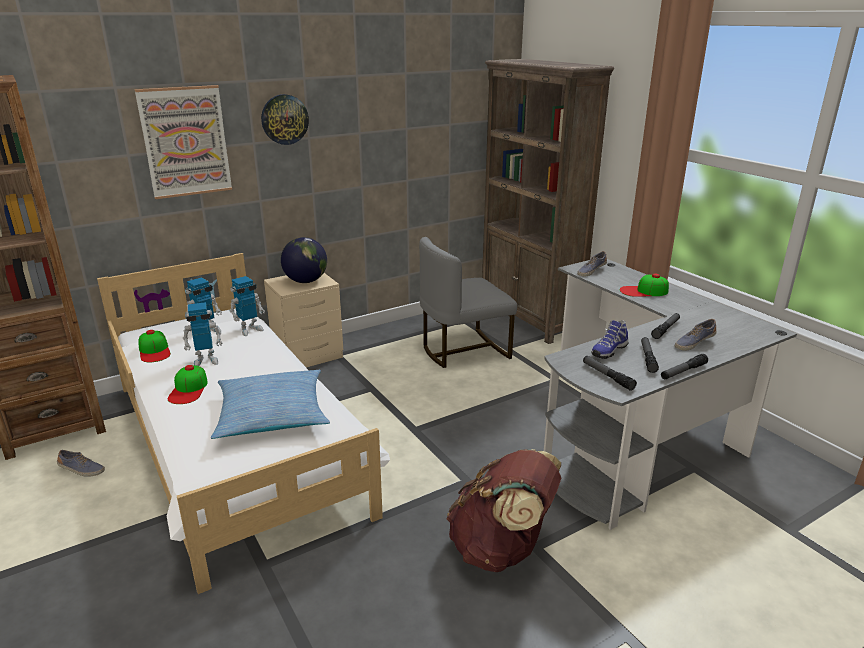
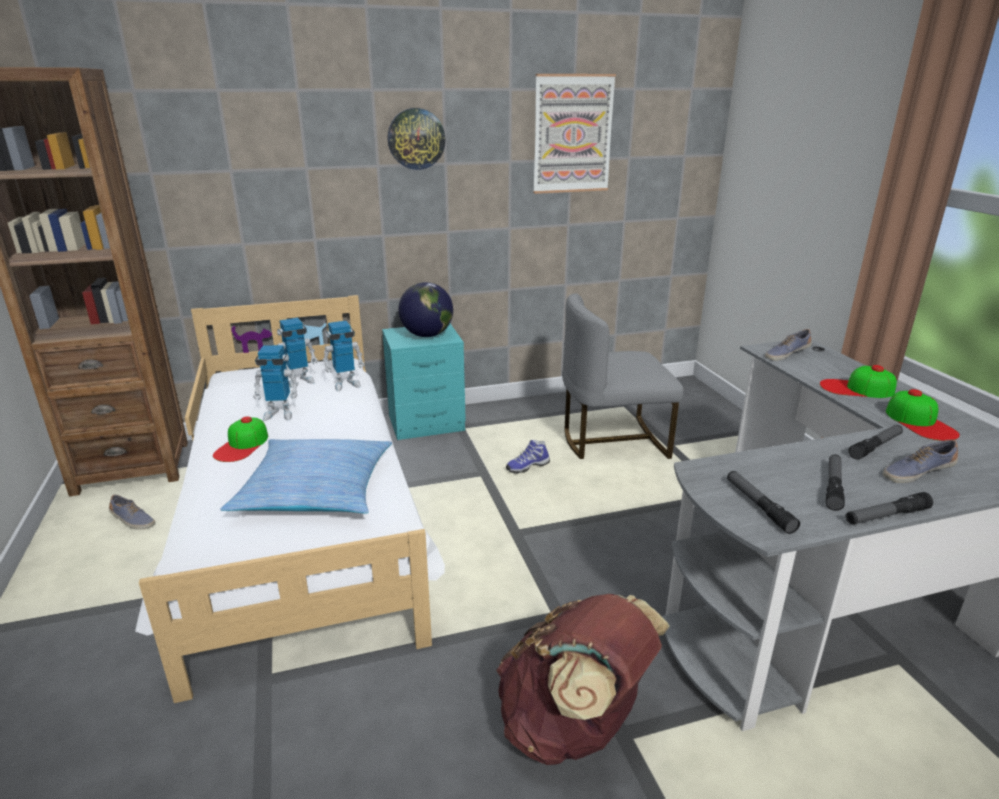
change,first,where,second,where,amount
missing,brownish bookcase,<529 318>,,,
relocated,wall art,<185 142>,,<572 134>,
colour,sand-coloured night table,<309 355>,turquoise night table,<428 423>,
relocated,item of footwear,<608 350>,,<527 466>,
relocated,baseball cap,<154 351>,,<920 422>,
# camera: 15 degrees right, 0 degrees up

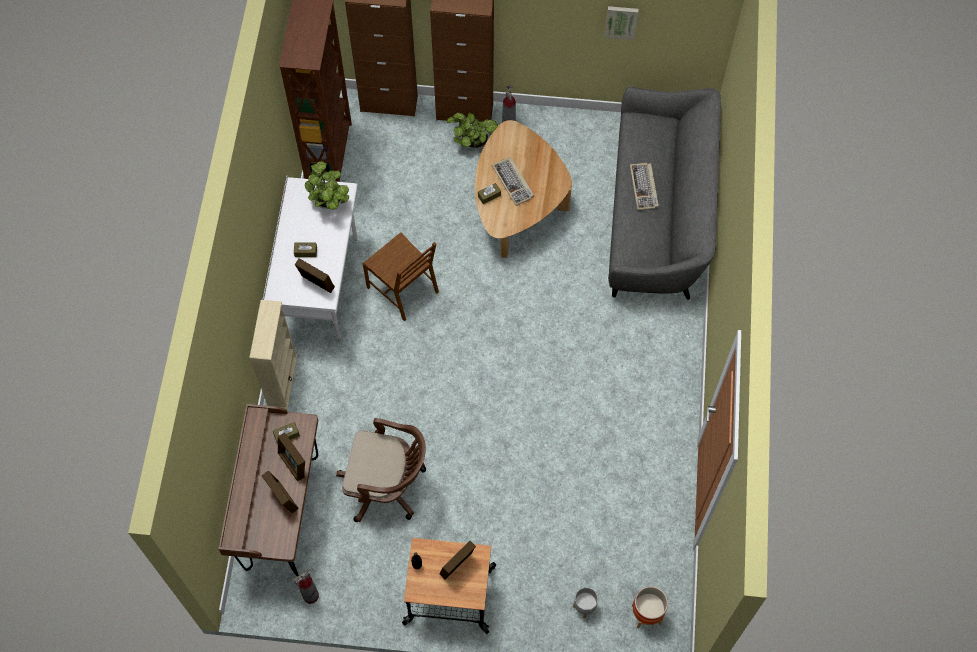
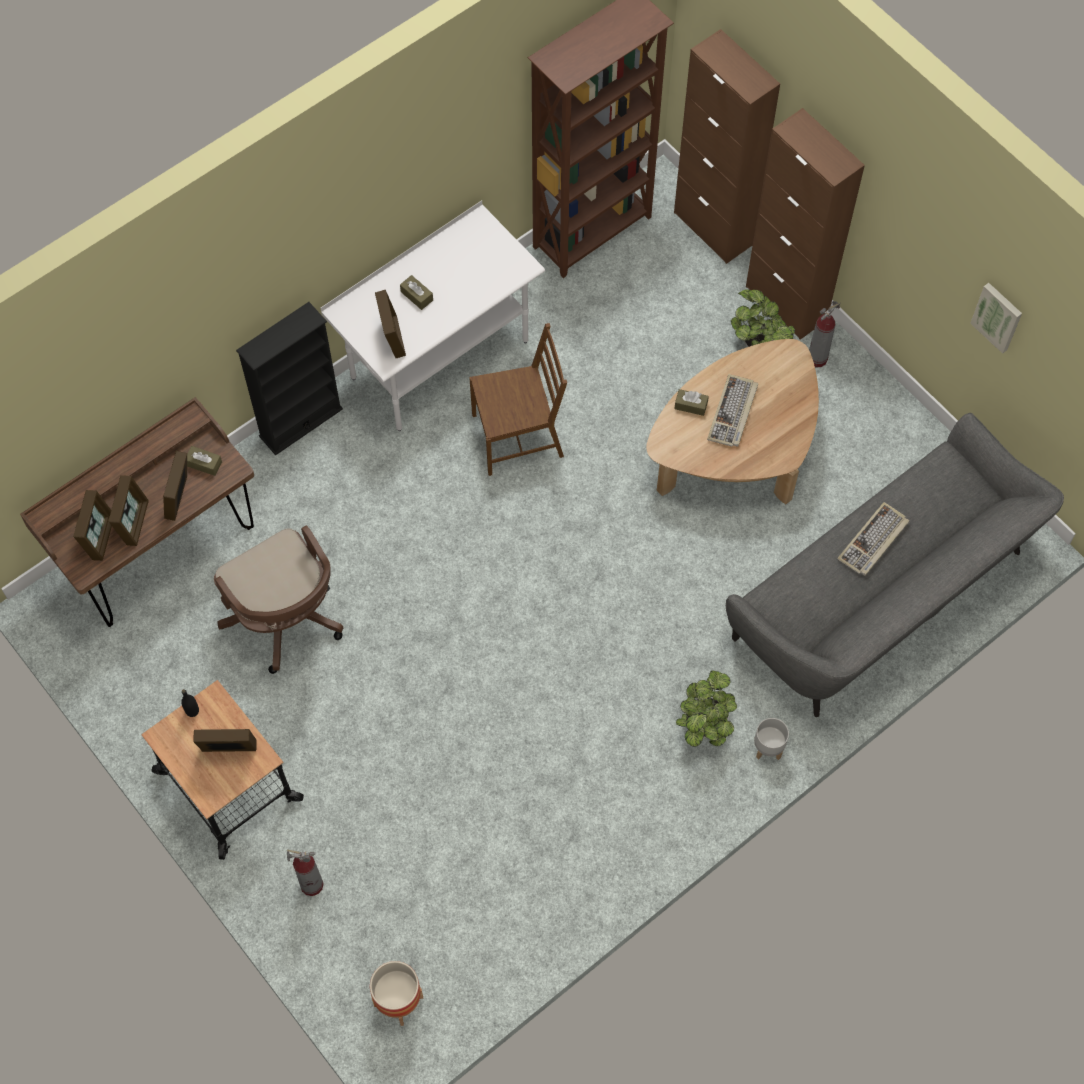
change,first,where,second,where,amount
relocated,plant in a pot,<329 203>,,<704 726>,
spun,brownish chair,<404 289>,,<518 436>,105 degrees counterclockwise
colour,sand-coloured bookcase,<282 380>,blackish bookcase,<300 422>,
relocated,extinguisher,<311 595>,,<312 885>,
relocated,grey plant pot,<584 607>,,<767 748>,
appeared,,,photo frame,<100 537>,
# camera: 45 degrees right, 0 degrees up

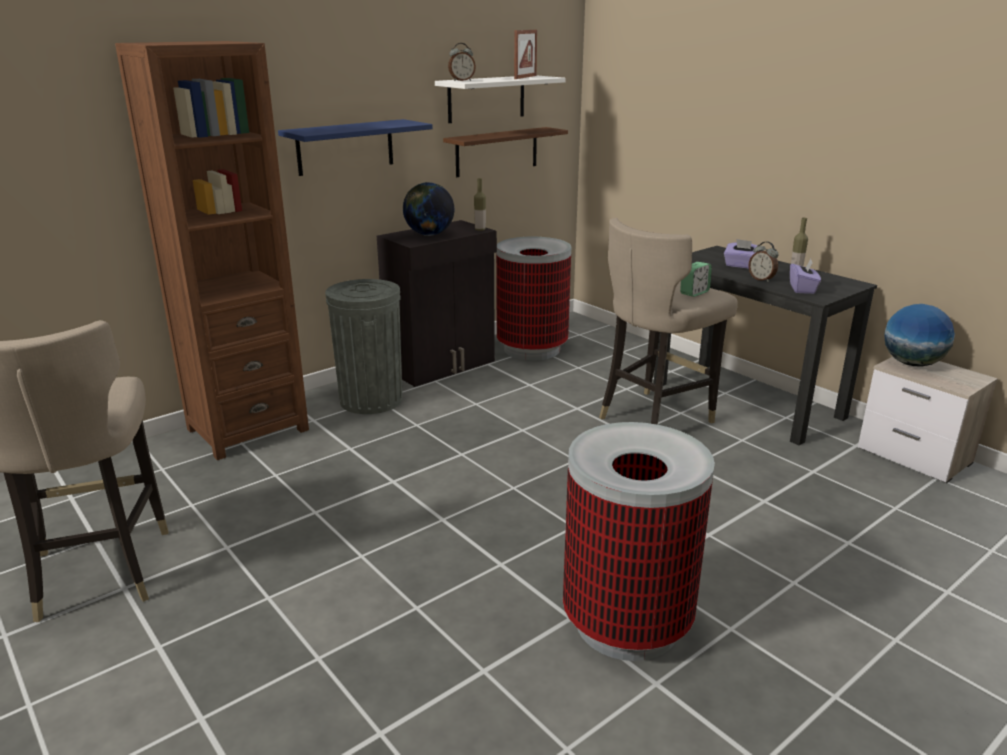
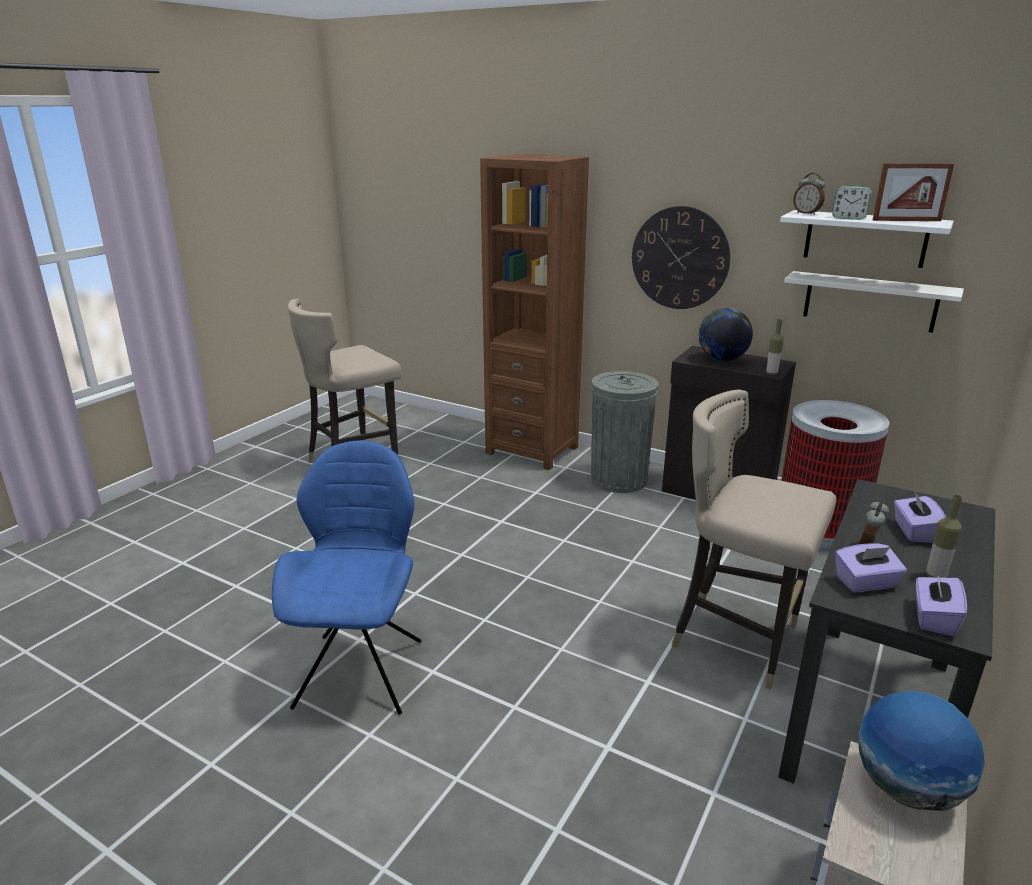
change,first,where,second,where,amount
exchanged,blue shelf,<345 147>,hanging clock,<680 258>,
colour,brownish shelf,<497 151>,white shelf,<870 301>,
relocated,bedside clock,<694 293>,,<848 218>,
exchanged,rubbish bin,<626 622>,blue chair,<361 669>,
appeared,,,purplish tissue holder,<933 618>,
# camera: 70 degrees right, 0 degrees up

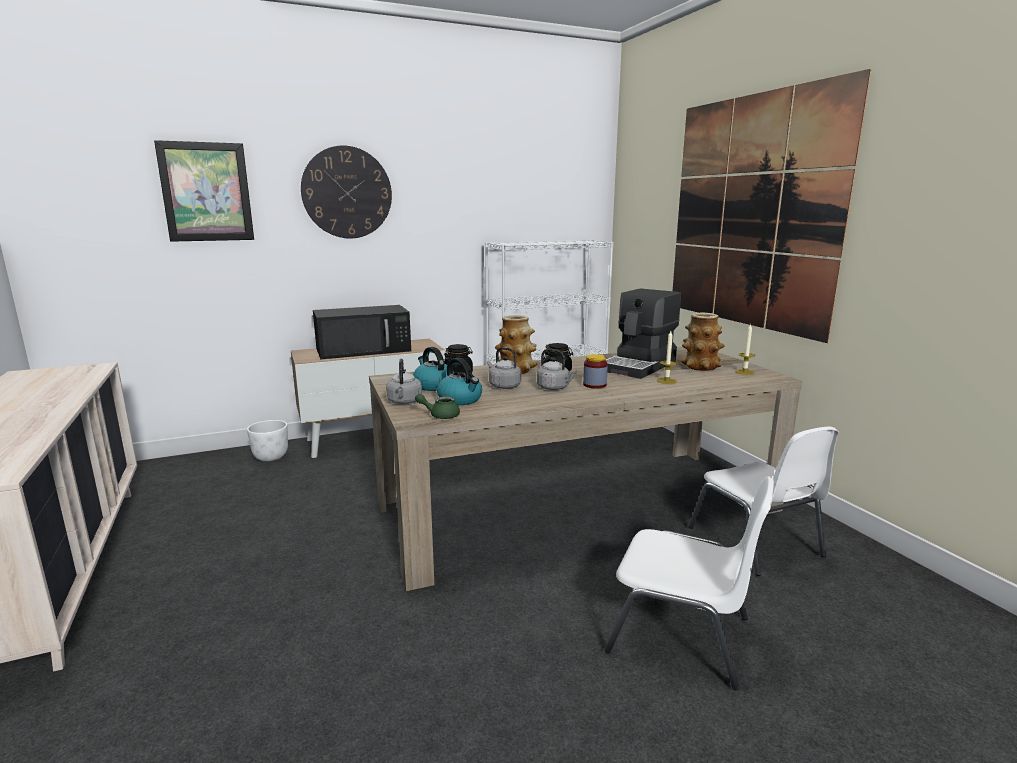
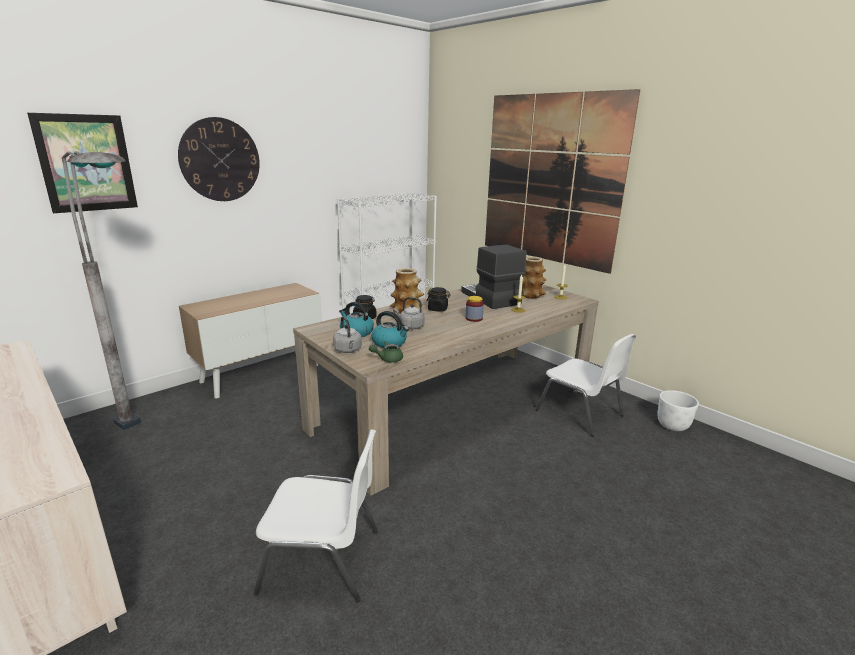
change,first,where,second,where,amount
spun,coffee machine,<639 366>,,<490 298>,135 degrees clockwise
missing,blackish kitchen microwave,<365 350>,,,
missing,grey water kettle,<554 388>,,,
relocated,white plant pot,<271 457>,,<672 425>,
relocated,white chair,<682 635>,,<323 560>,
appeared,,,grey standard lamp,<148 436>,
# camera: 20 degrees left, 5 degrees up

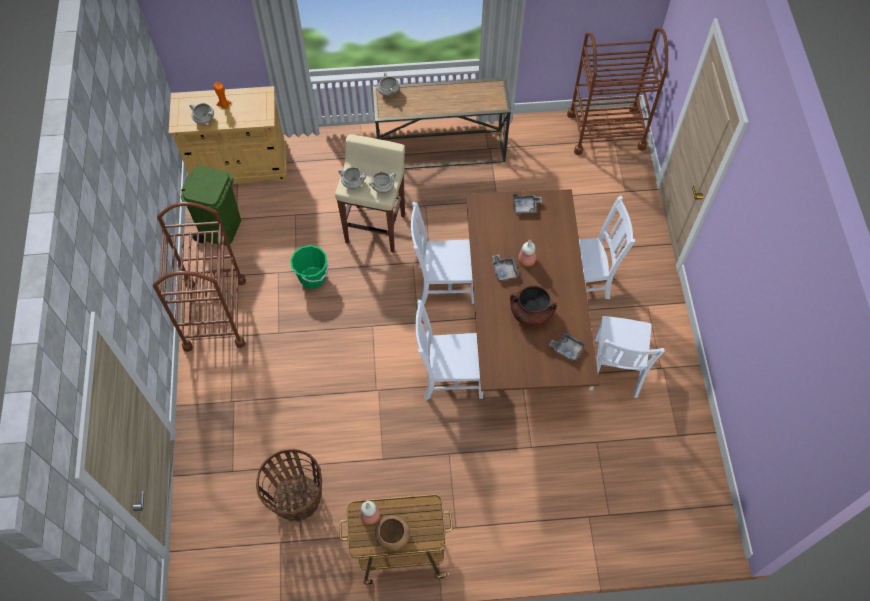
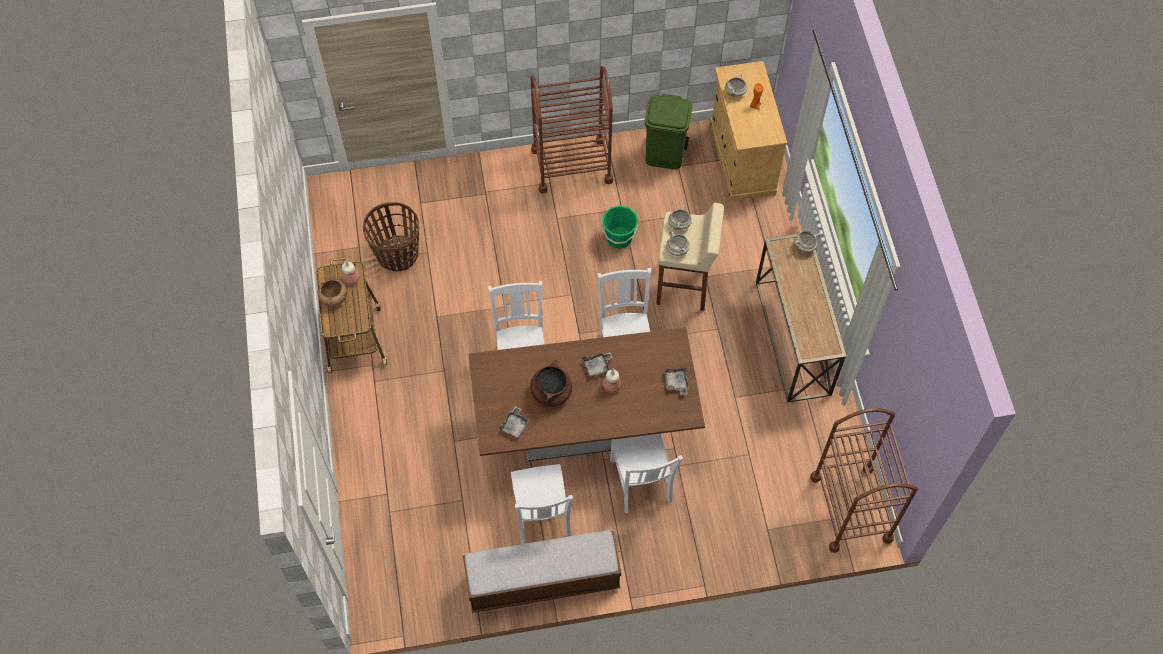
change,first,where,second,where,amount
spun,white chair,<615 370>,,<541 517>,105 degrees counterclockwise
appeared,,,long seat,<542 581>,
# camera: 85 degrees right, 0 degrees up

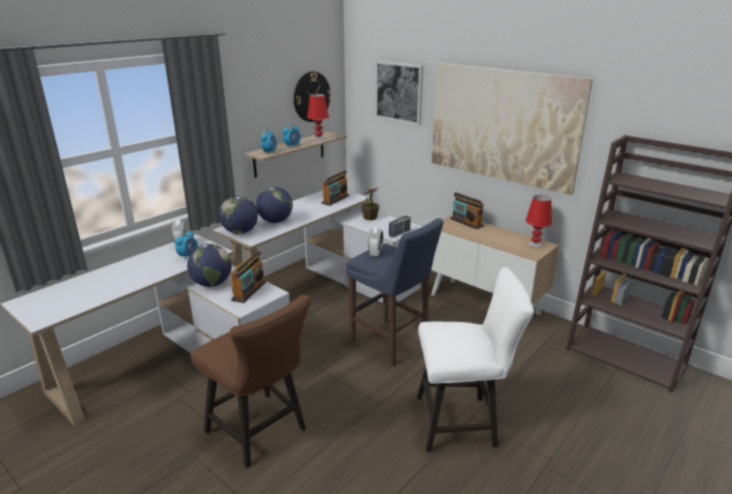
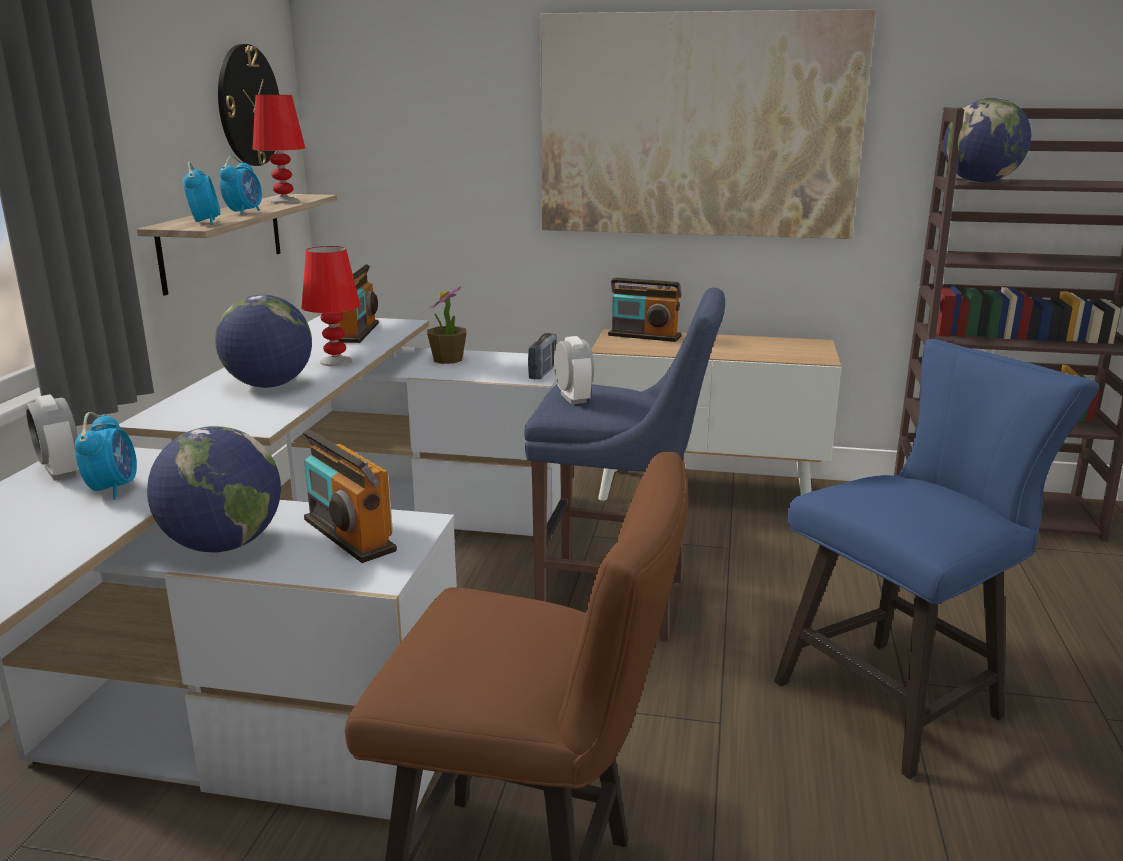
change,first,where,second,where,amount
missing,wall art,<399 92>,,,
relocated,red table lamp,<535 244>,,<335 361>,
relocated,world globe,<240 232>,,<980 182>,
spun,radio receiver,<249 291>,,<348 535>,150 degrees clockwise
colour,white chair,<462 422>,blue chair,<900 697>,
# camera: 30 degrees left, 5 degrees down

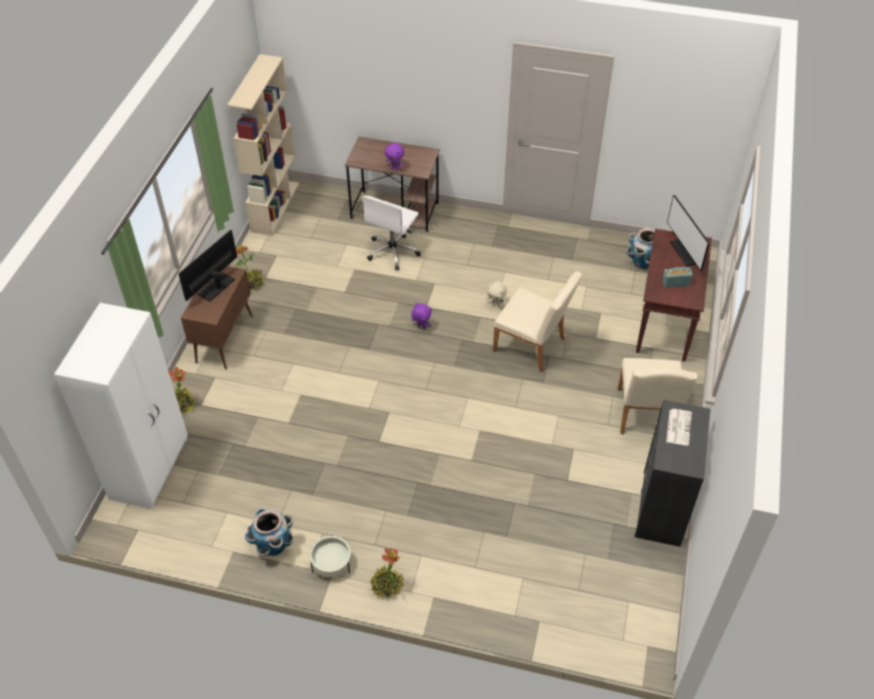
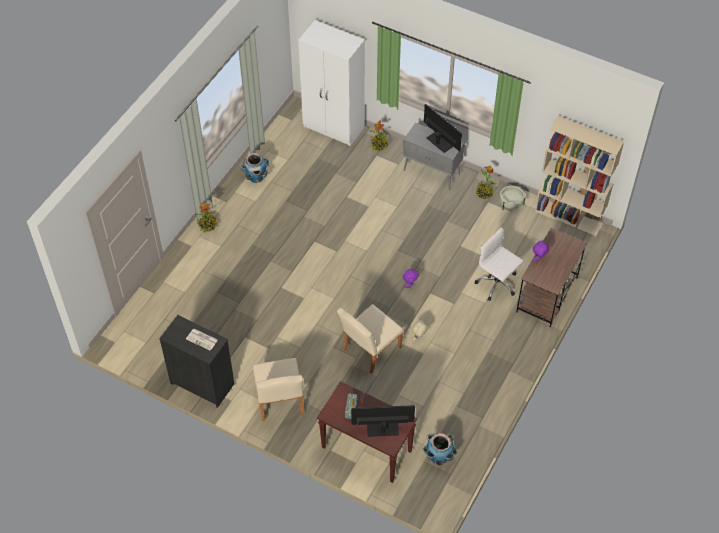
change,first,where,second,where,amount
colour,brownish storage cabinet,<224 338>,grey storage cabinet,<432 172>,
spun,sand-coloured chair,<646 416>,,<280 402>,120 degrees counterclockwise
relocated,sand-coloured plant pot,<331 563>,,<511 203>,
# camera: 105 degrees right, 5 degrees up

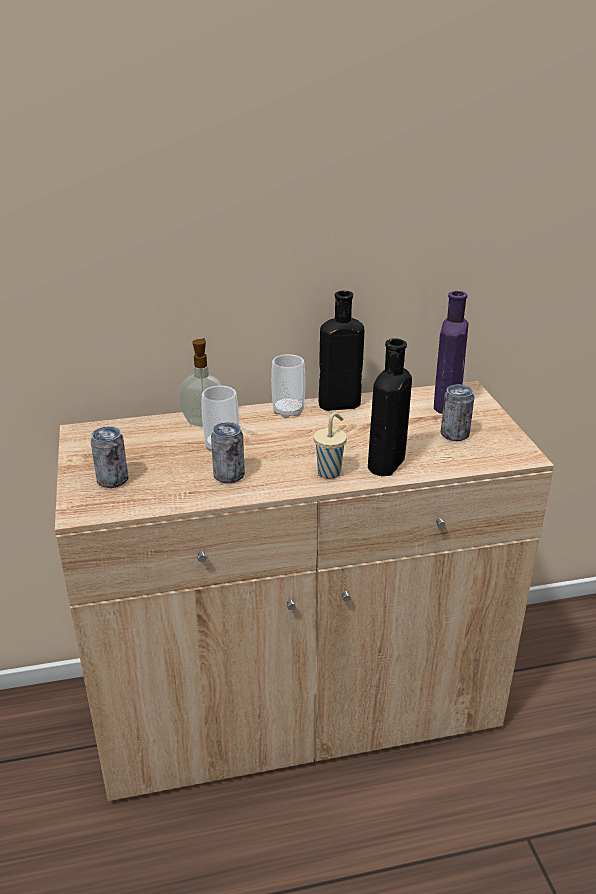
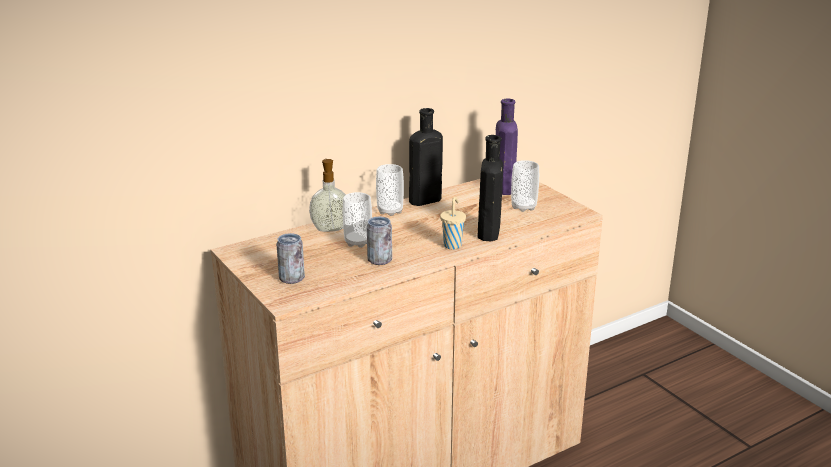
change,first,where,second,where,amount
exchanged,metal can,<454 434>,drinking cup,<523 207>,
# camera: 20 degrees left, 5 degrees down

